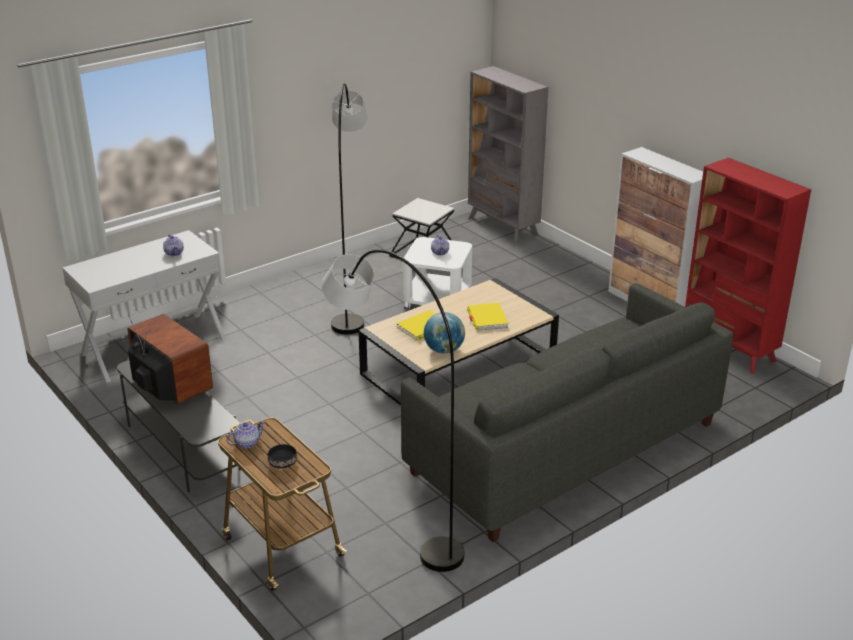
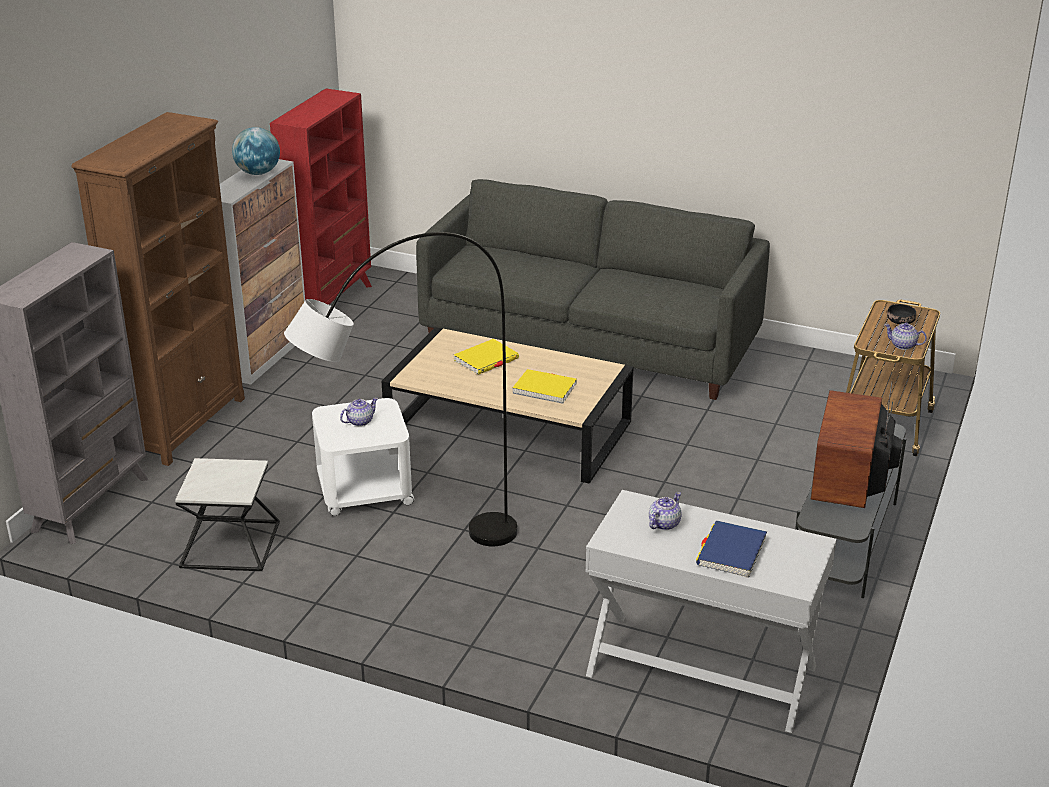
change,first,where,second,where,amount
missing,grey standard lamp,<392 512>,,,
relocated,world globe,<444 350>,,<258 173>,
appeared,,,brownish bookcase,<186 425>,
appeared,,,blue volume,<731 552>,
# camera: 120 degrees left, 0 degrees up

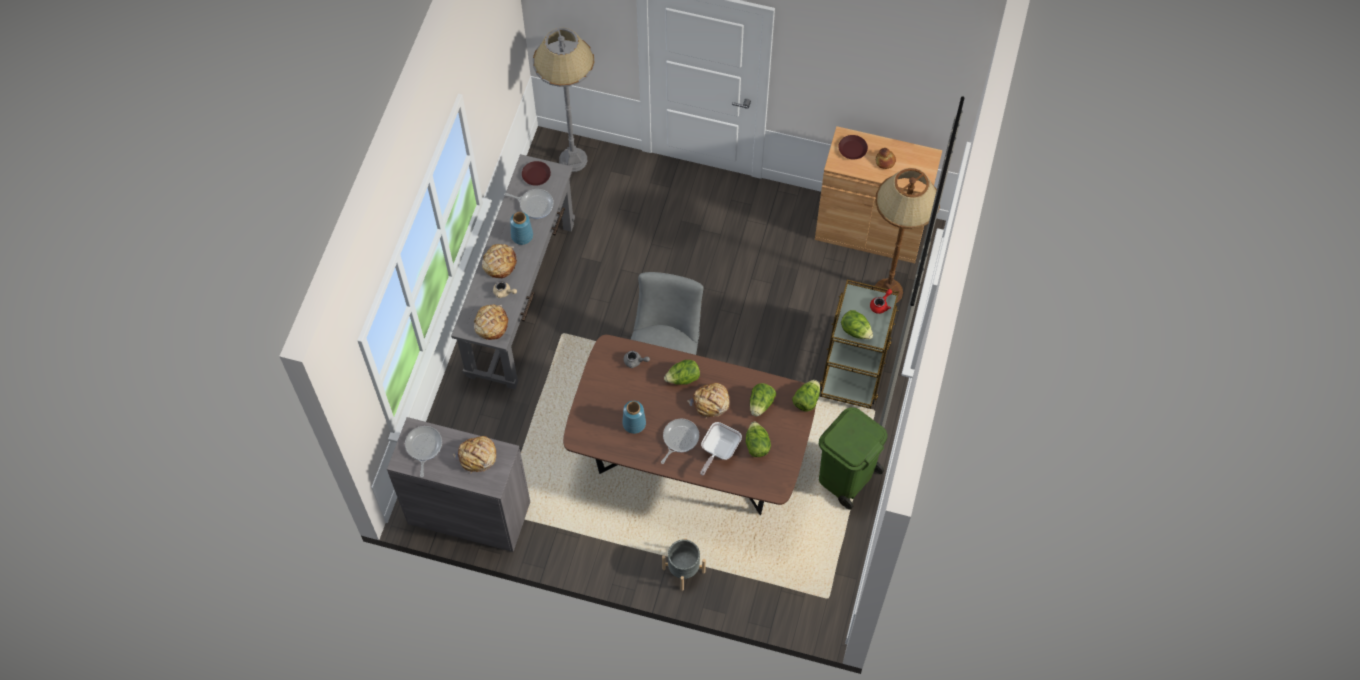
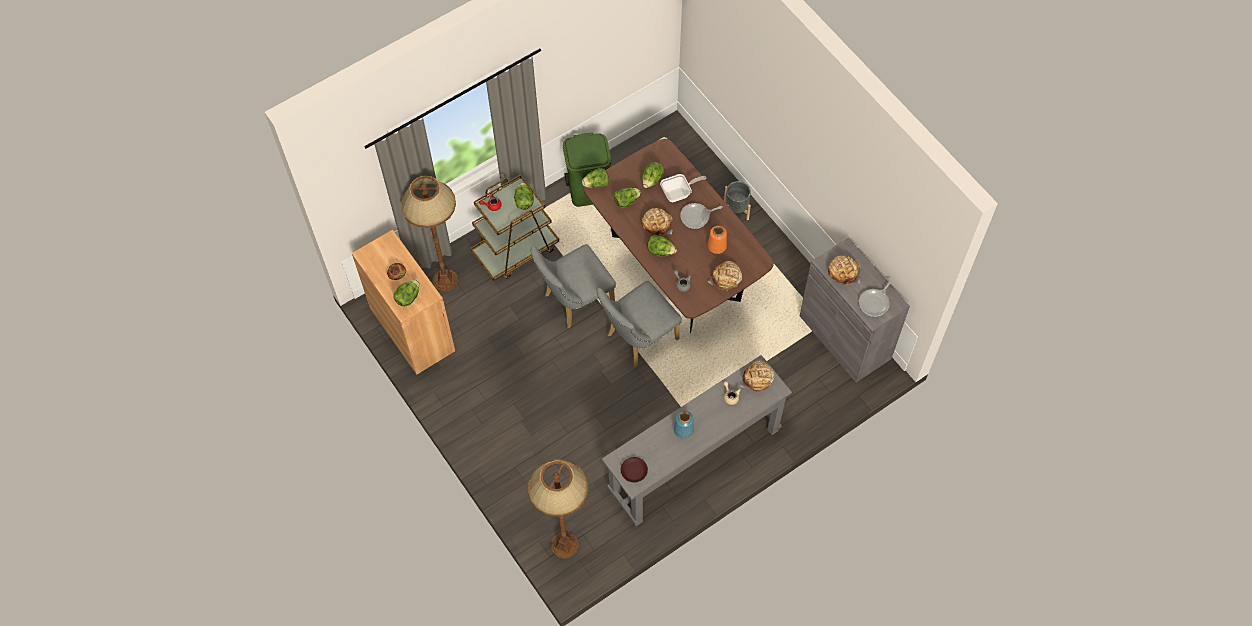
change,first,where,second,where,amount
colour,grey standard lamp,<573 160>,brownish standard lamp,<564 545>,
exchanged,brownish plate,<852 149>,head of lettuce,<408 297>,
missing,skillet,<534 204>,,,
relocated,bakery bread,<499 263>,,<726 278>,
colour,blue decorative vase,<633 423>,orange-coloured decorative vase,<717 246>,
appeared,,,grey chair,<574 301>,
# camera: 140 degrees left, 0 degrees up

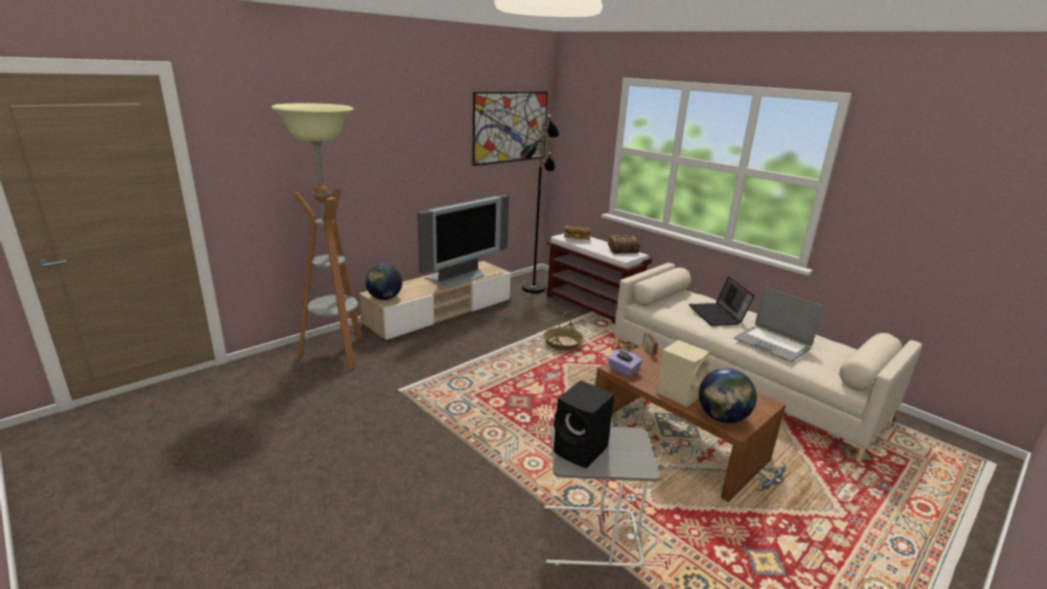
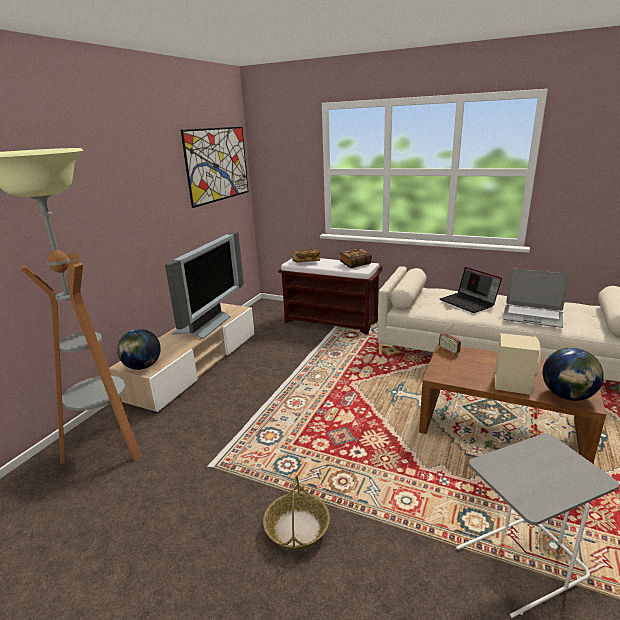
change,first,where,second,where,amount
missing,blackish standard lamp,<533 288>,,,
relocated,storage basket,<562 343>,,<297 527>,
missing,purplish tissue holder,<623 370>,,,
missing,blackish audio speaker,<582 450>,,,
# camera: 20 degrees left, 0 degrees up

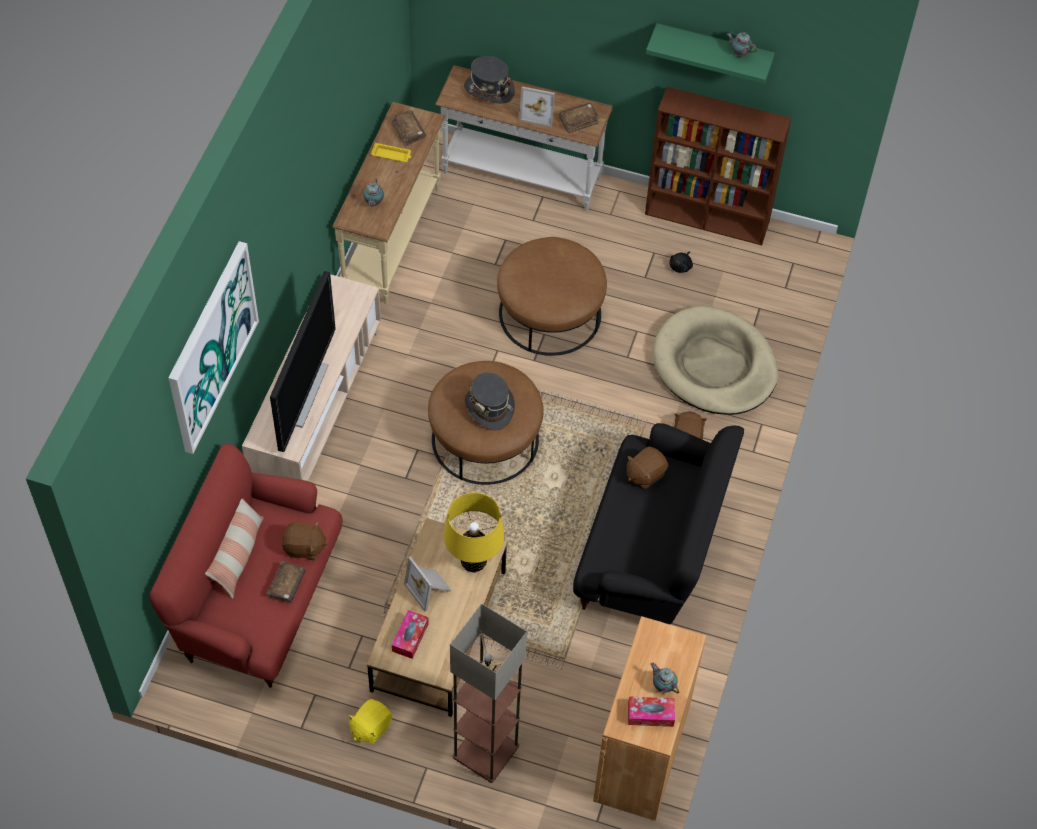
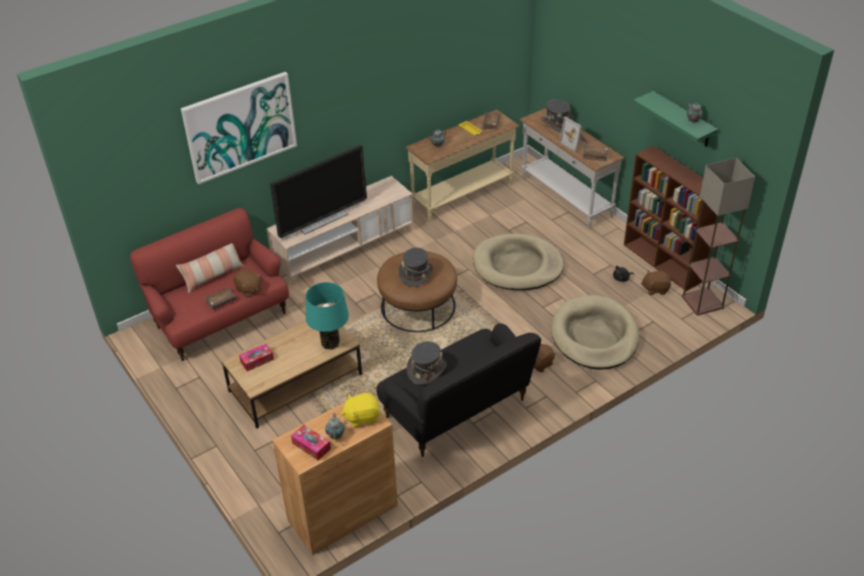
change,first,where,second,where,amount
exchanged,brownish ottoman,<550 313>,sand-coloured pet bed,<517 266>,
relocated,brownish plush toy,<645 474>,,<655 289>,
colour,yellowish table lamp,<473 562>,turquoise table lamp,<330 343>,
missing,photo frame,<429 588>,,,
relocated,standard lamp,<485 750>,,<702 301>,
relocated,yellowish plush toy,<370 727>,,<362 417>,
appeared,,,grey wearable hat,<426 370>,
# camera: 40 degrees right, 15 degrees down

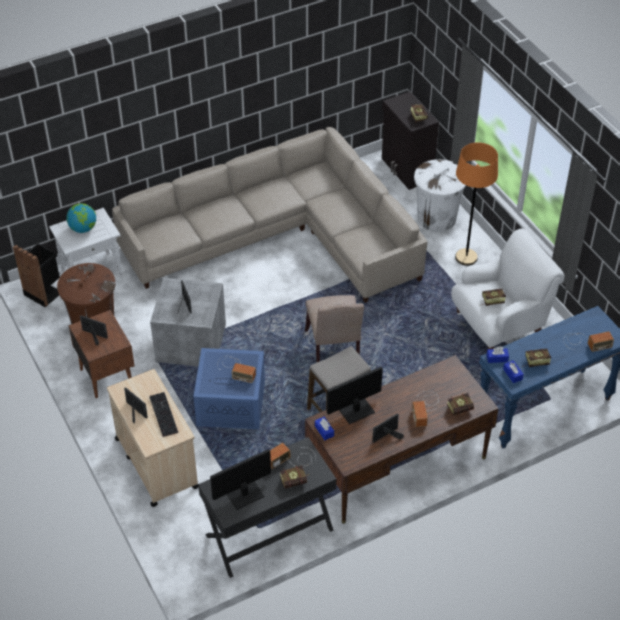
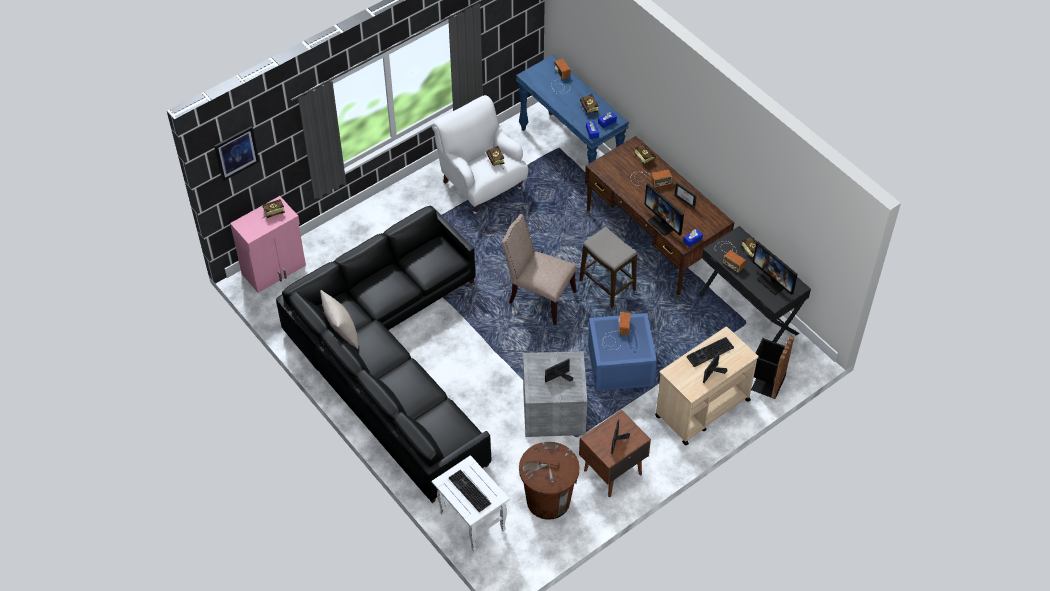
change,first,where,second,where,amount
colour,blackish storage cabinet,<406 170>,pinkish storage cabinet,<274 270>,
colour,sand-coloured sofa,<281 237>,blackish sofa,<392 361>,
missing,orange-coloured standard lamp,<466 257>,,,
missing,white rubbish bin,<437 218>,,,
exchanged,world globe,<83 228>,keyboard,<468 491>,
relocated,blackish rubbish bin,<44 292>,,<766 383>,
spun,sand-coloured chair,<334 351>,,<539 297>,135 degrees counterclockwise
appeared,,,wall art,<236 153>,
appeared,,,sand-coloured pillow,<341 333>,
# camera: 100 degrees left, 5 degrees up

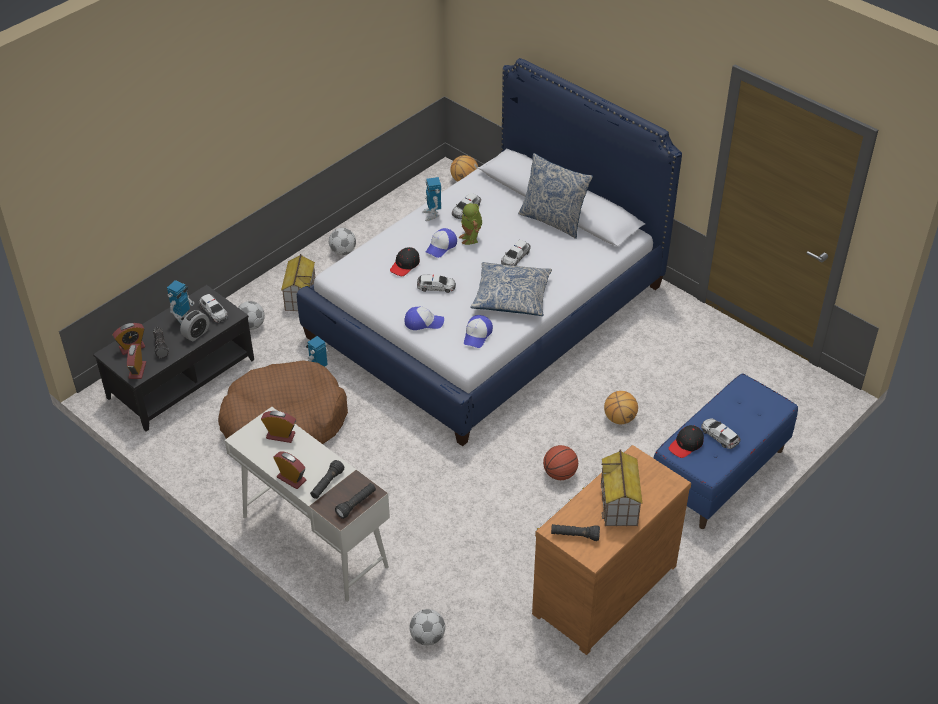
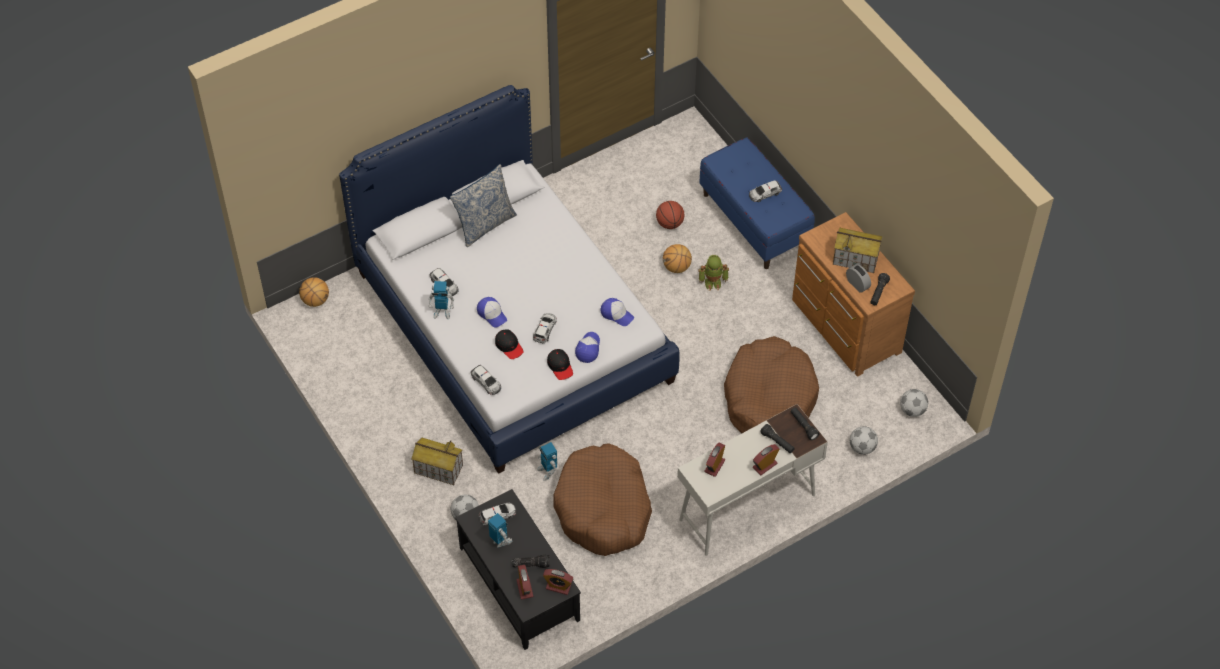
change,first,where,second,where,amount
relocated,toy robot,<471 238>,,<713 282>,
relocated,football ball,<343 251>,,<912 410>,
relocated,miniature car,<515 257>,,<486 382>,
missing,pillow,<511 297>,,,
relocated,bedside clock,<196 334>,,<857 284>,
relocated,blackish baseball cap,<686 445>,,<560 366>,
relocated,basketball ball,<560 474>,,<669 223>,
appeared,,,brownish pet bed,<769 398>,
# camera: 75 degrees left, 10 degrees up

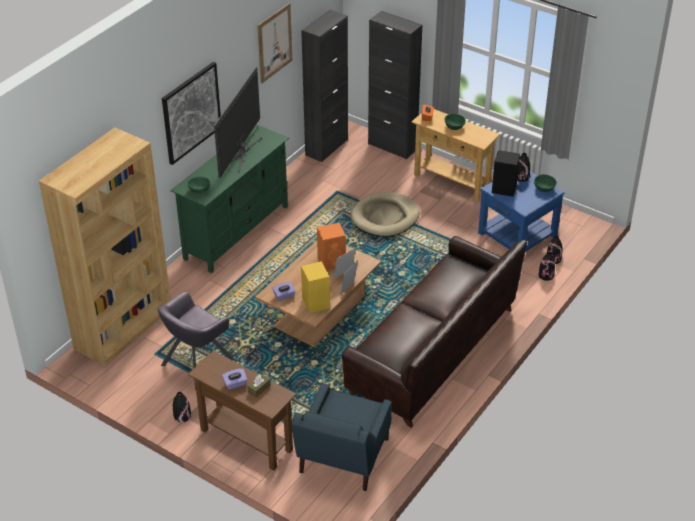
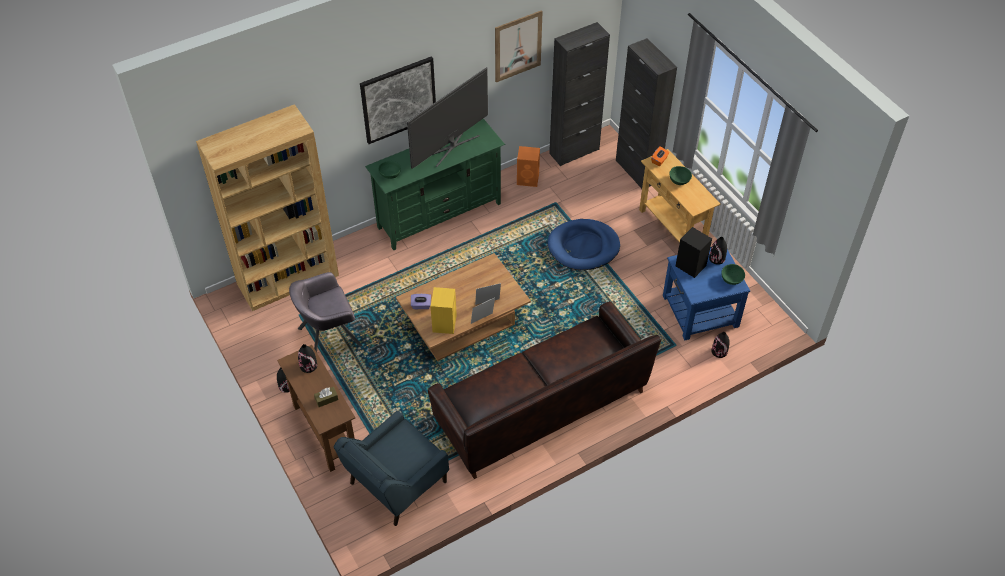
change,first,where,second,where,amount
colour,sand-coloured pet bed,<385 217>,blue pet bed,<583 247>,
relocated,orange-coloured audio speaker,<332 262>,,<528 179>,
relocated,blackish decorative vase,<546 275>,,<308 365>,
missing,purplish tissue holder,<235 384>,,,
# camera: 25 degrees right, 10 degrees up

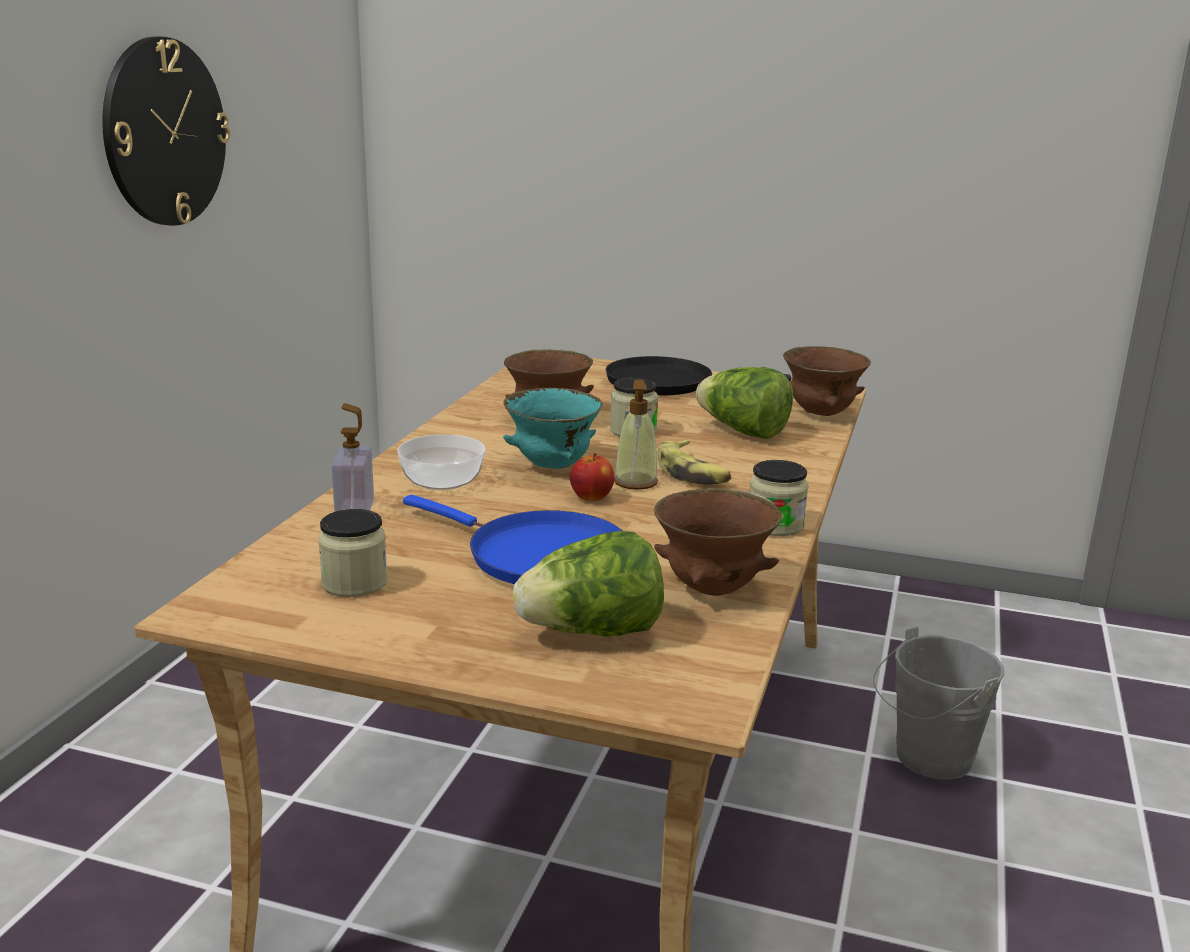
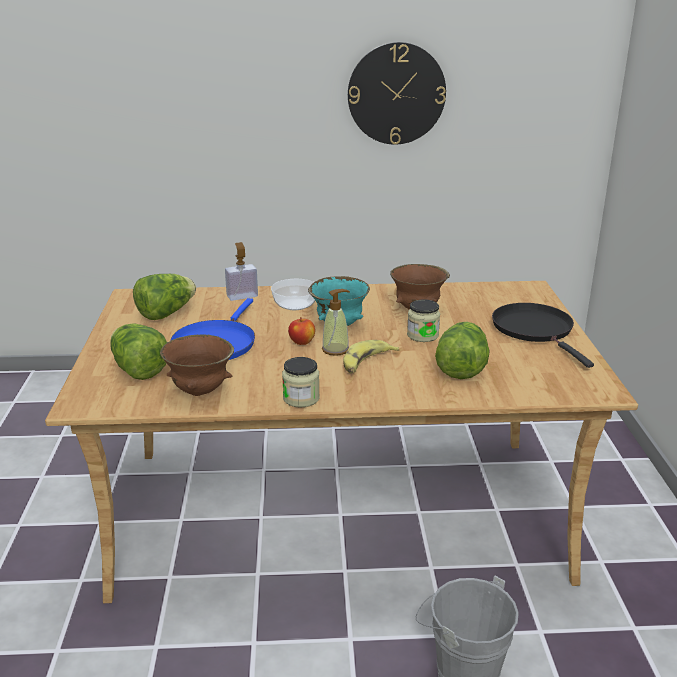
change,first,where,second,where,amount
missing,brownish bowl,<820 414>,,,
exchanged,jar,<354 583>,head of lettuce,<166 313>,
# camera: 70 degrees right, 5 degrees up

